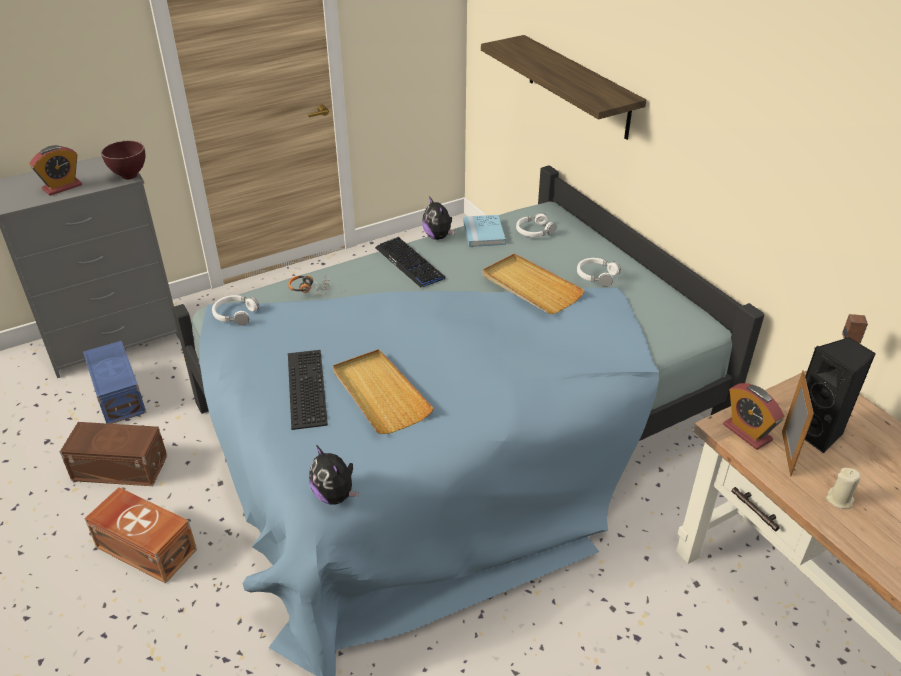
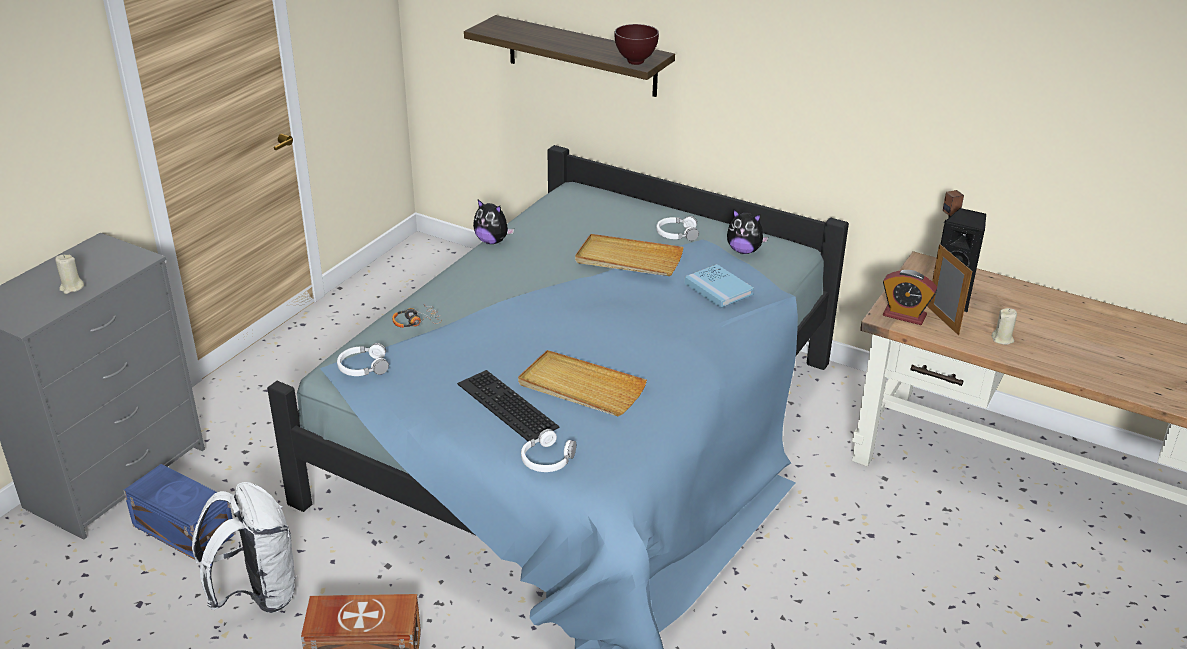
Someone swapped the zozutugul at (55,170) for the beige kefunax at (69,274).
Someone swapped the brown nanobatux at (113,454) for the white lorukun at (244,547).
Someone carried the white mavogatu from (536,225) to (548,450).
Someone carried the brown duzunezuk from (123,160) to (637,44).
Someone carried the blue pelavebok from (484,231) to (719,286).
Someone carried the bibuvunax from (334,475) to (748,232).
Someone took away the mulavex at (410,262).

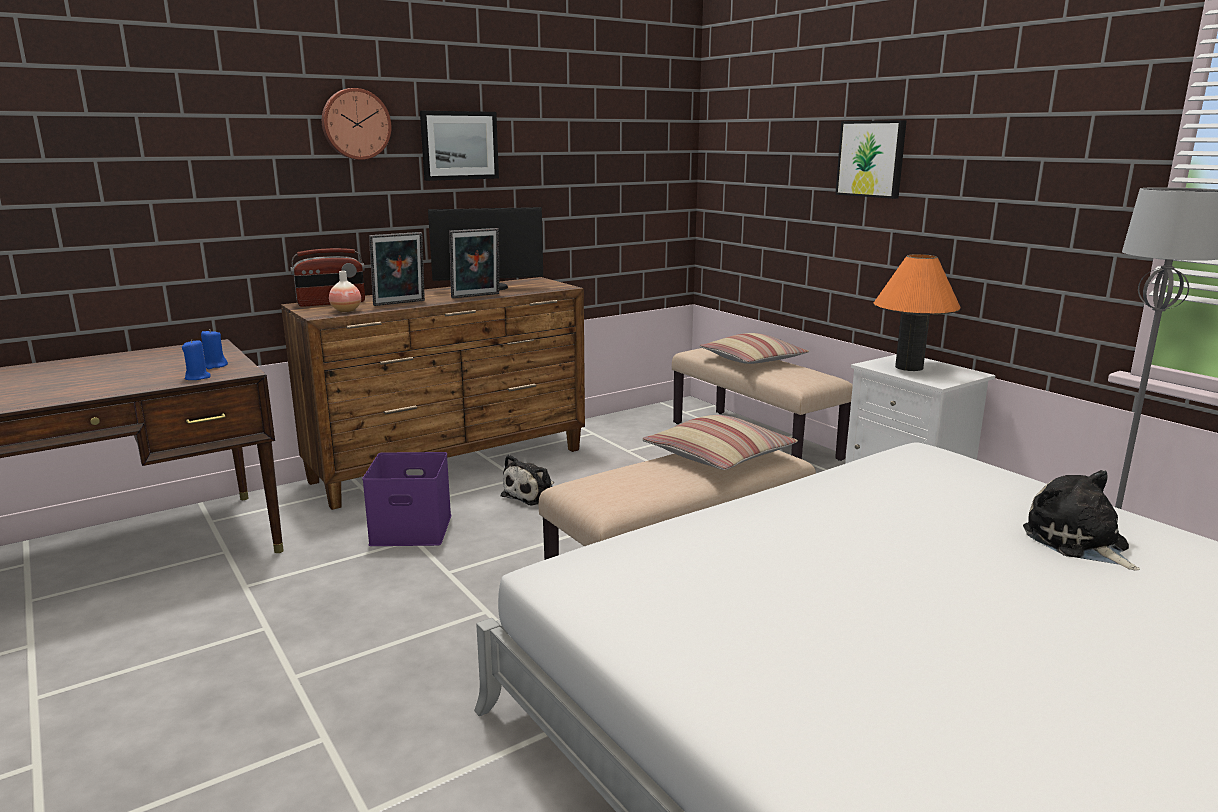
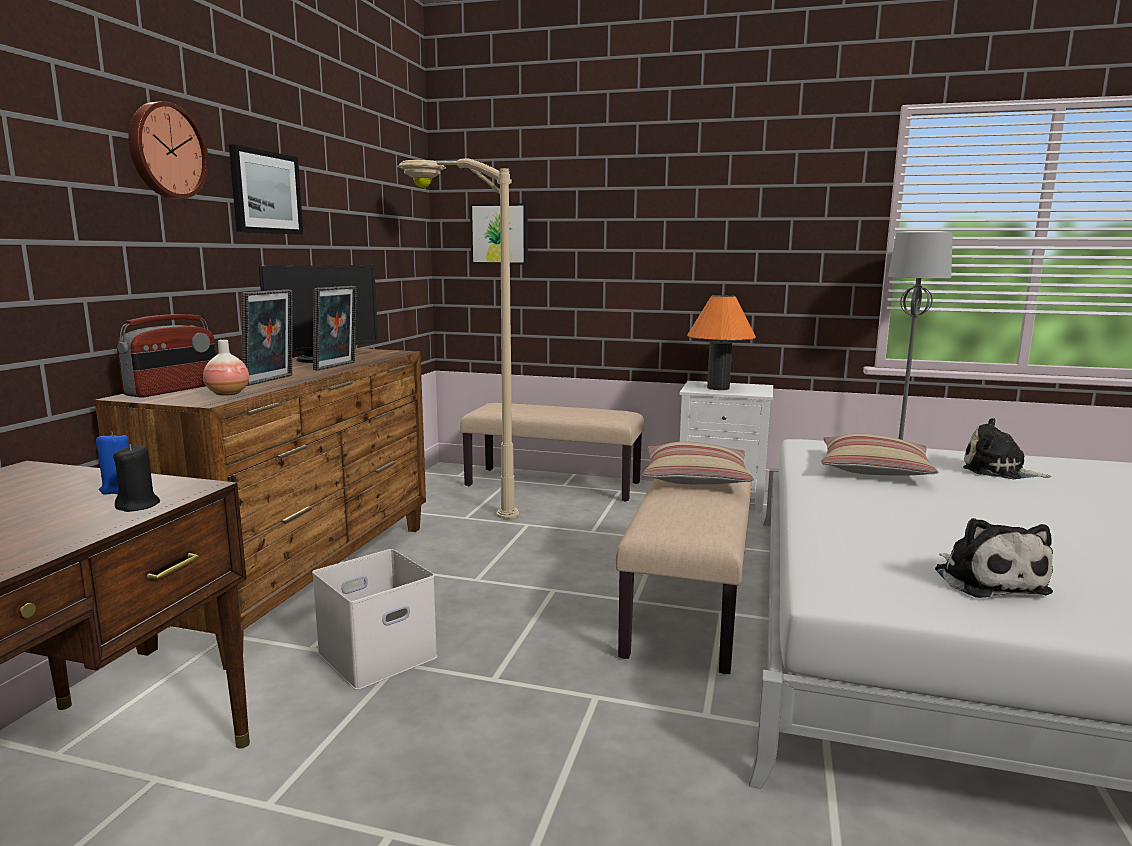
Someone repainted the blue kefunax at (196,359), which became the black kefunax at (136,478).
Someone repainted the purple nanobatux at (406,499), which became the white nanobatux at (375,619).
Someone put down the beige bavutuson at (458,338).
Someone carried the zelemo from (871,159) to (499,233).
Someone carried the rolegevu from (754,348) to (880,454).
Someone carried the bibuvunax from (527,480) to (994,558).

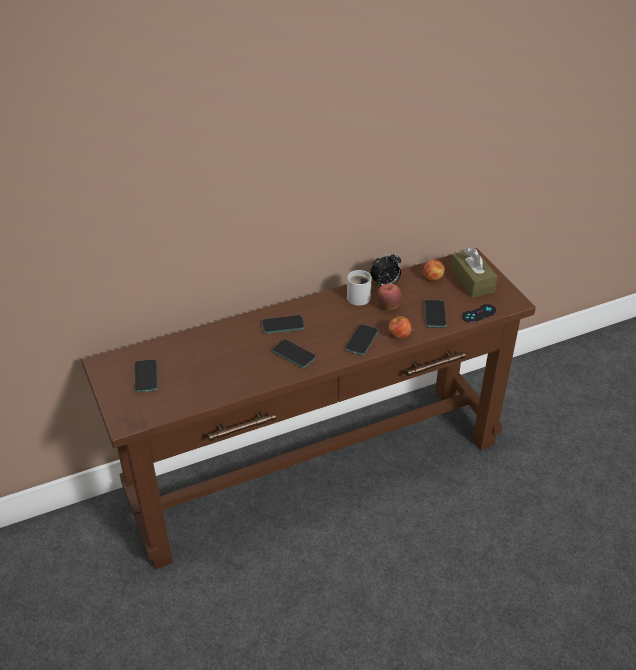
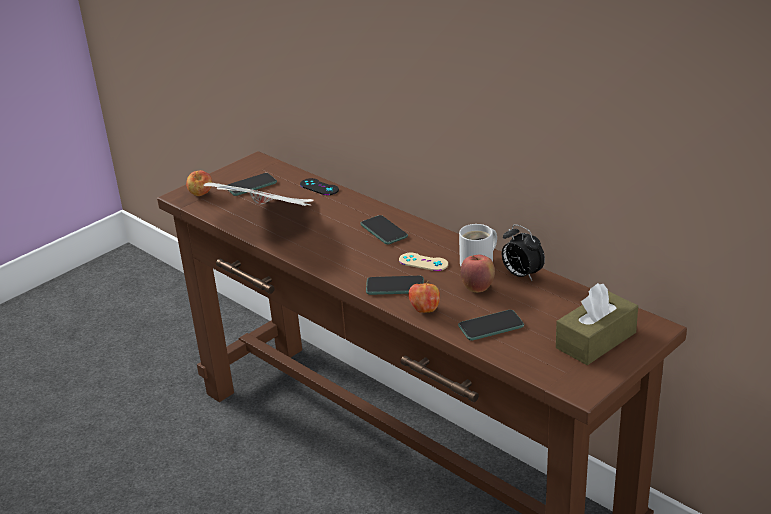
Someone carried the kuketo from (434,270) to (199,183).
Someone put down the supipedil at (258,194).
Someone carried the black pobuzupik from (479,313) to (319,186).
Someone put down the beige pobuzupik at (423,262).
Someone took away the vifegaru at (294,353).

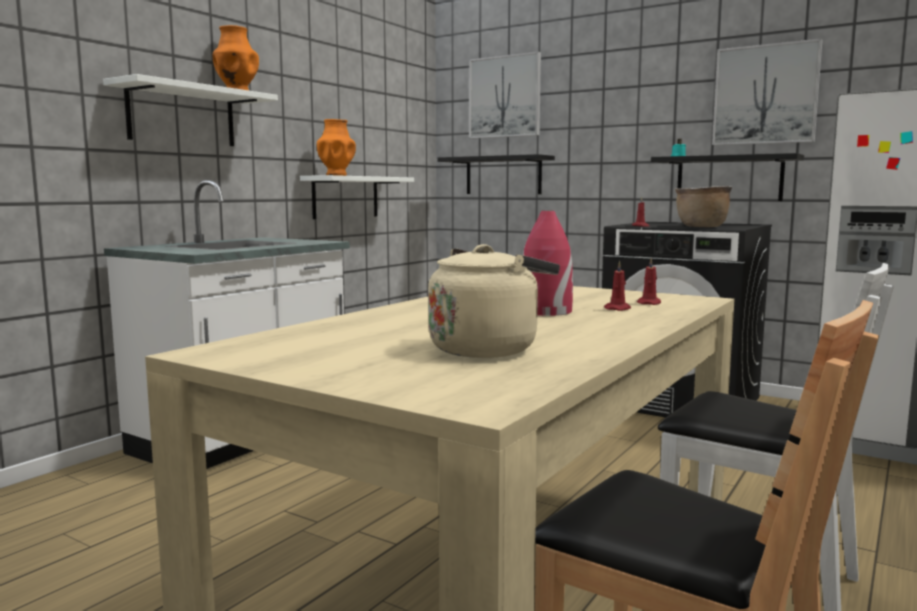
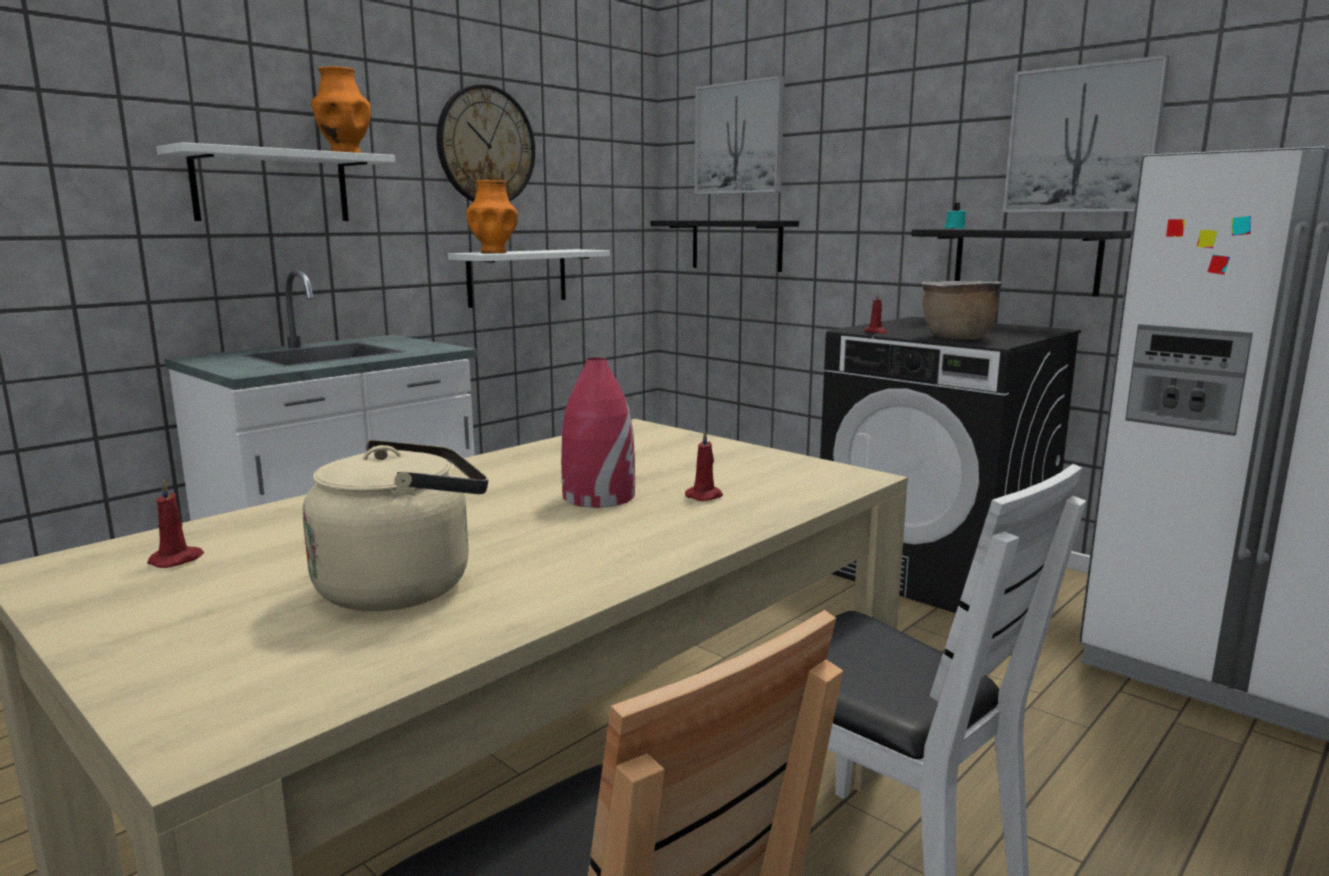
Someone carried the red kefunax from (649,281) to (175,524).
Someone put up the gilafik at (485,143).

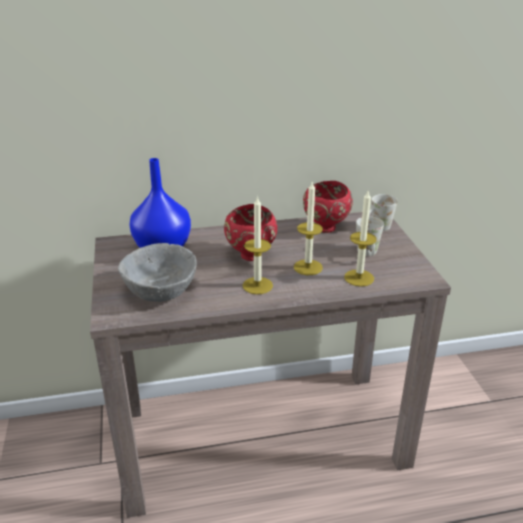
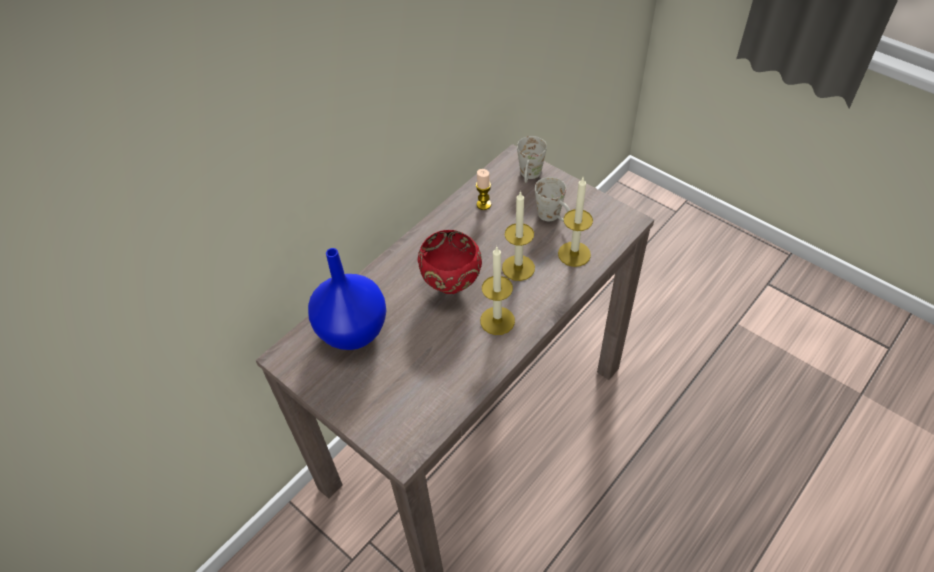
Someone swapped the red duzunezuk at (328,207) for the kefunax at (483,189).
Someone took away the grey duzunezuk at (157,272).

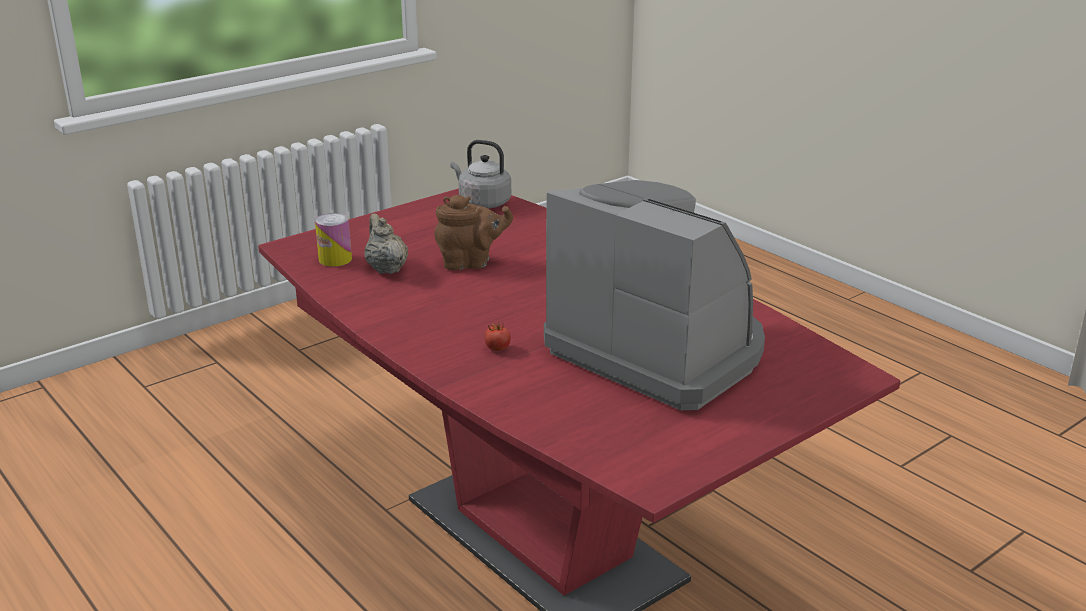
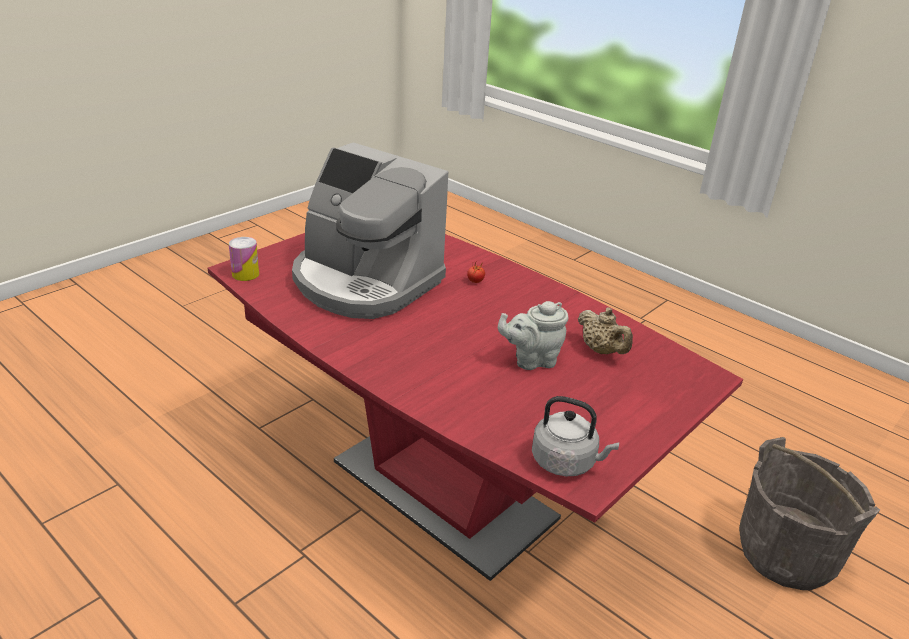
Someone carried the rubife from (333,240) to (244,259).
Someone repainted the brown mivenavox at (473,232), which became the grey mivenavox at (533,335).
Someone put down the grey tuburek at (809,513).

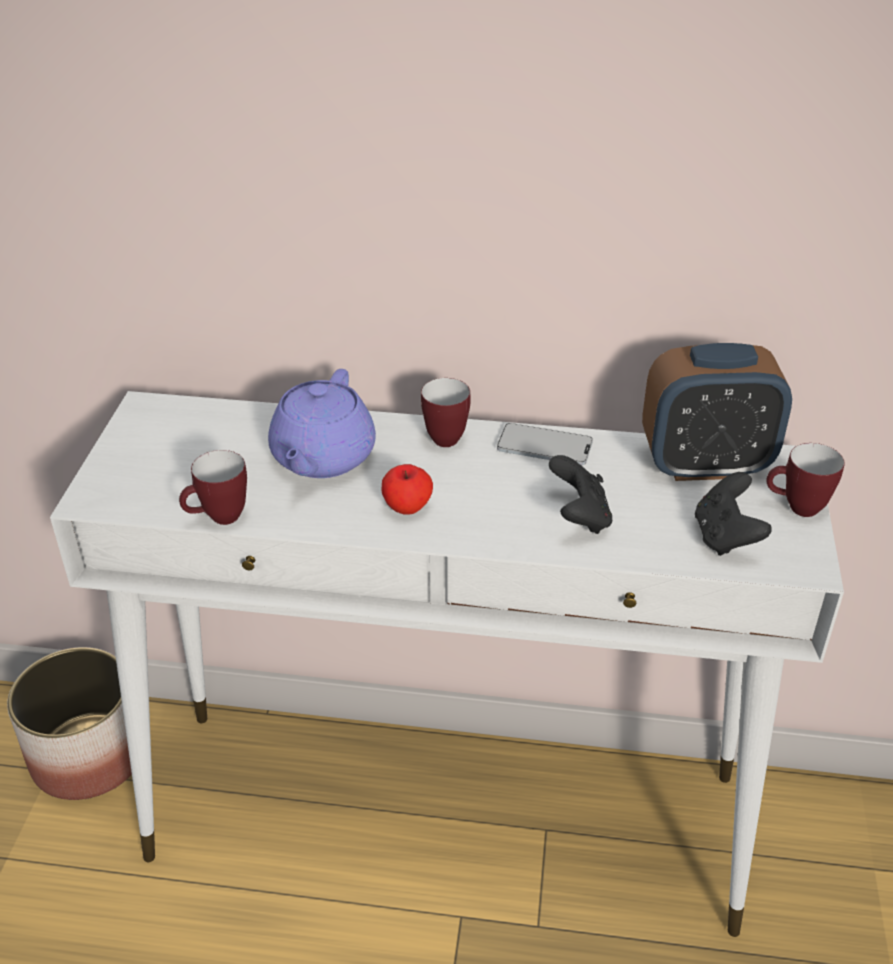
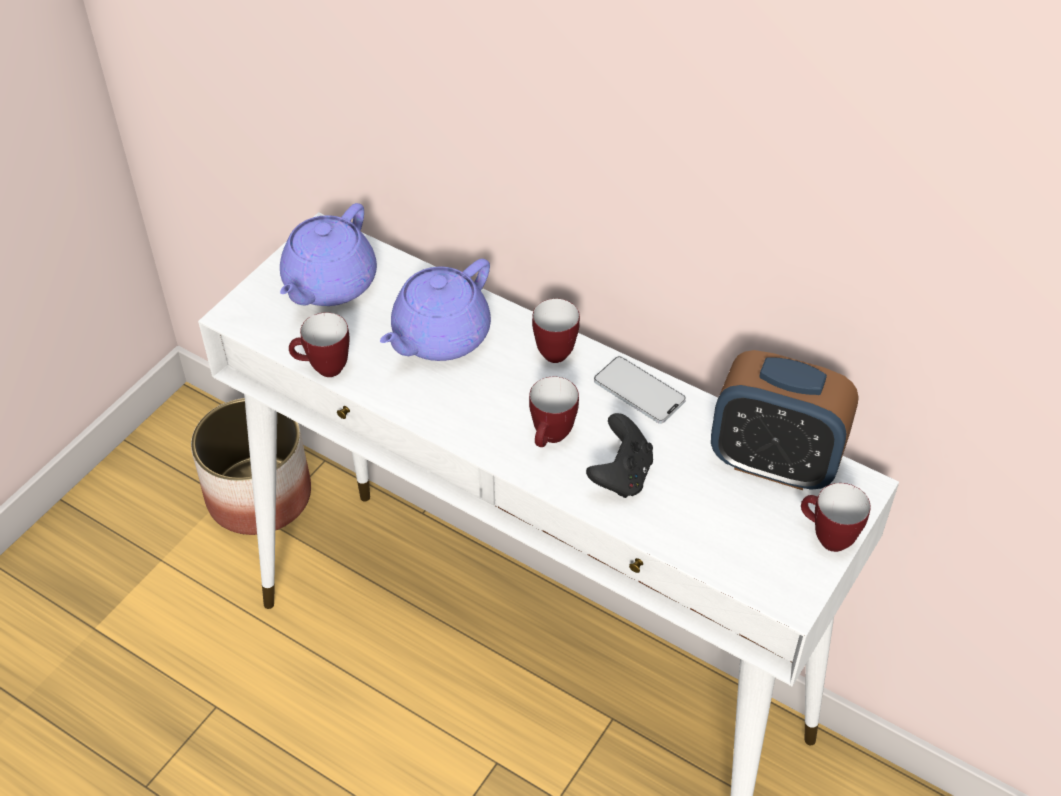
Someone put down the purple mivenavox at (328,254).
Someone put down the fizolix at (554,412).
Someone took away the kuketo at (407,489).
Someone took away the black pobuzupik at (733,514).

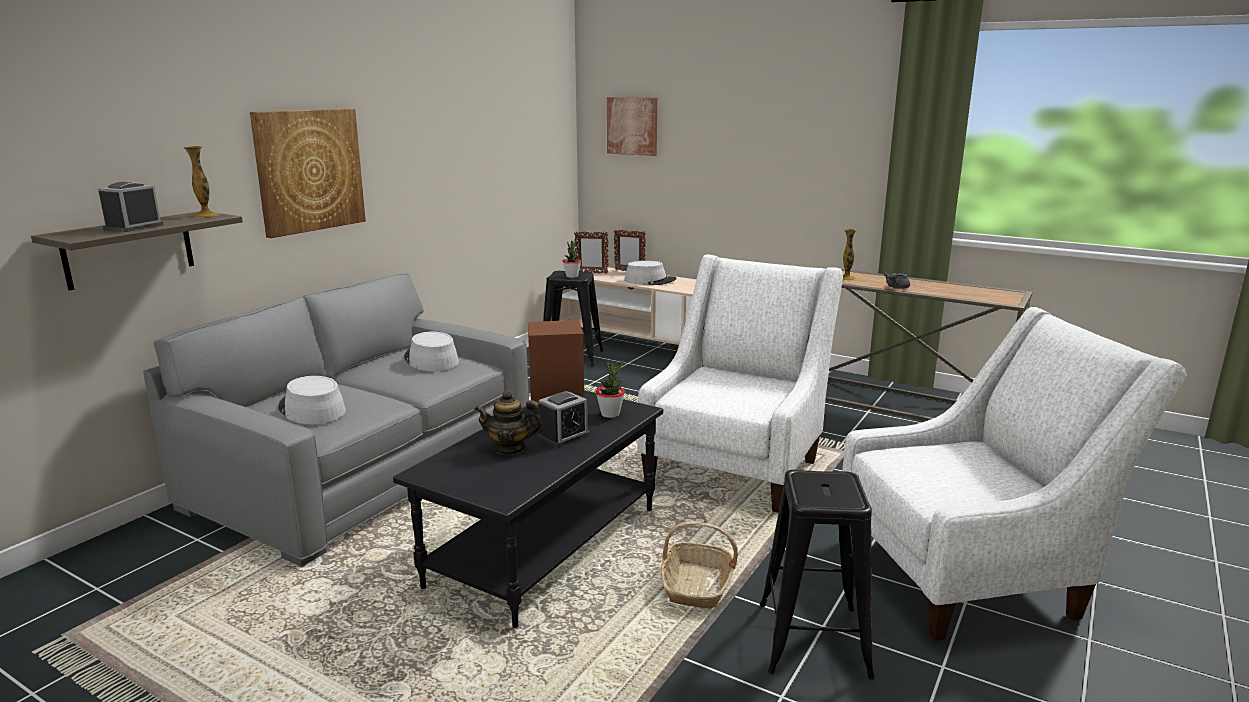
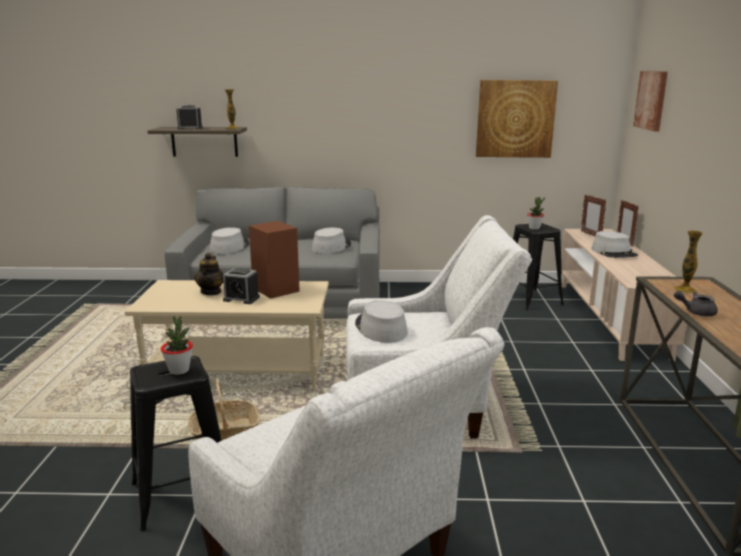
Someone repainted the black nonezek at (528,509), which became the beige nonezek at (226,335).
Someone carried the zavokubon from (610,389) to (177,345).
Someone rotated the mivenavox at (509,423) by 150 degrees counterclockwise.
Someone put down the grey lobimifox at (381,321).
Someone carried the zelemo from (308,173) to (517,119).

